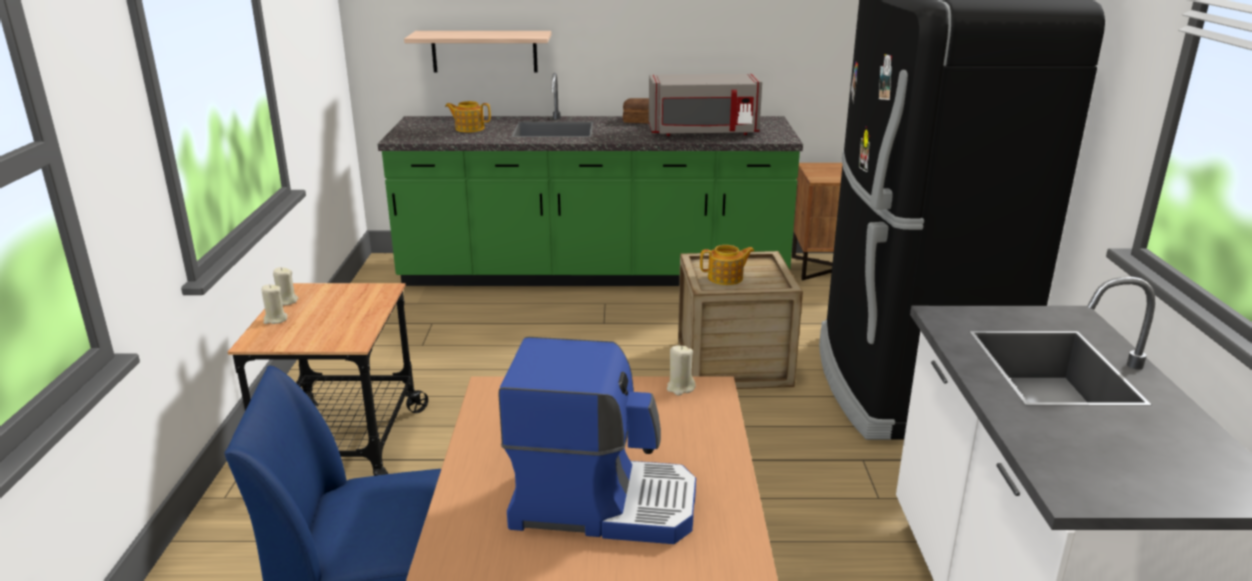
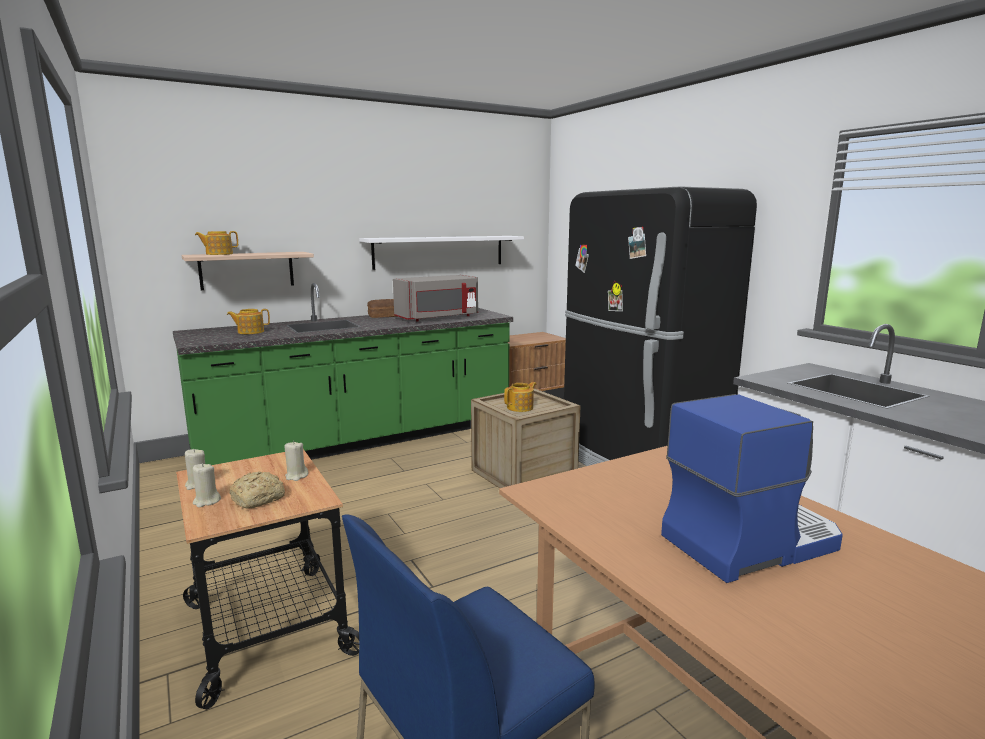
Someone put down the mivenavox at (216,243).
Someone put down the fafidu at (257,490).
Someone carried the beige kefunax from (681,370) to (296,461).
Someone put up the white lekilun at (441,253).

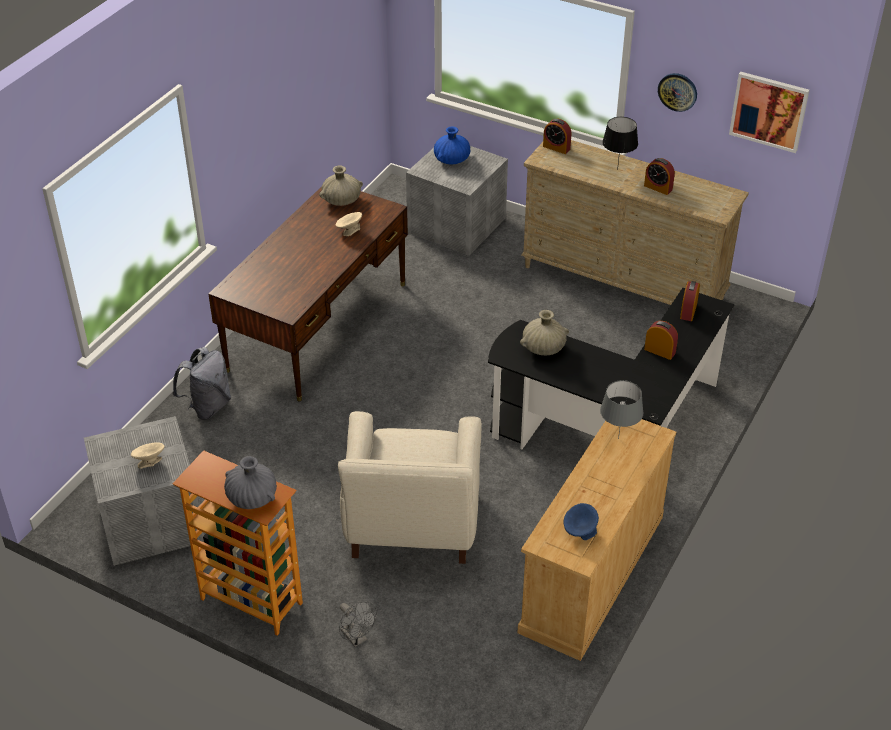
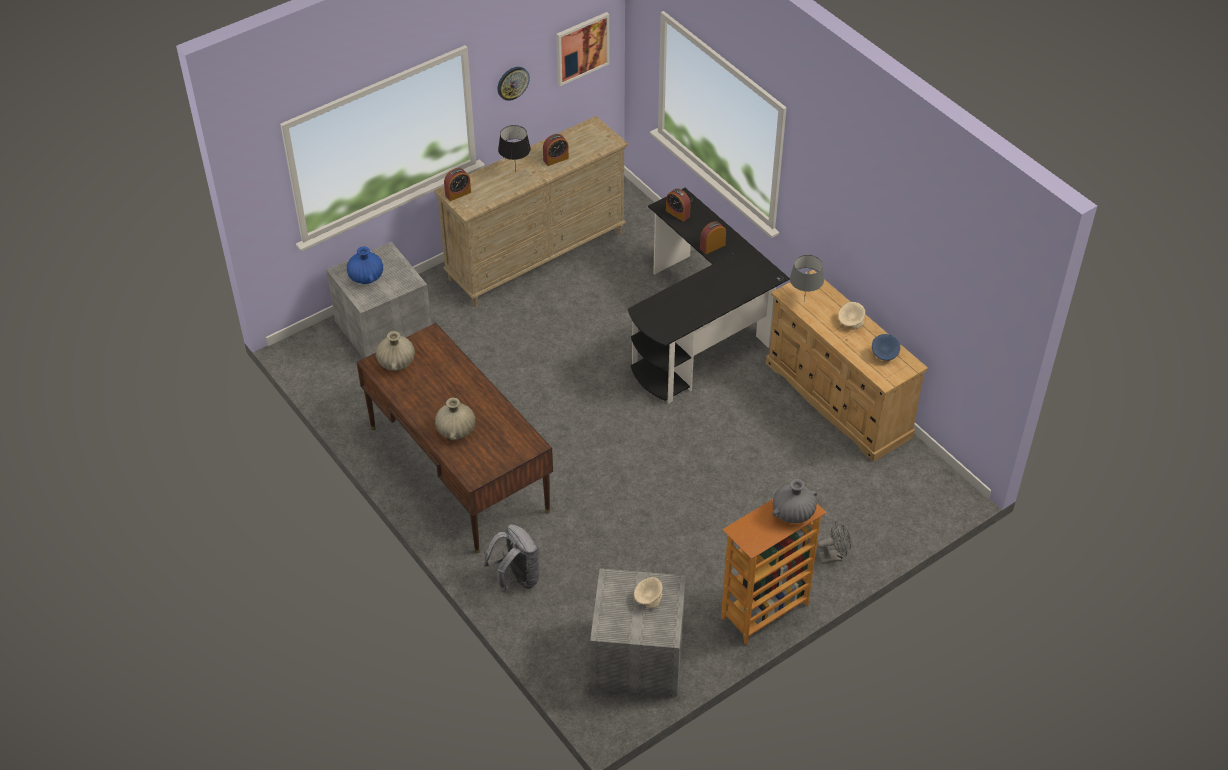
Someone carried the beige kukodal from (544,332) to (455,419).
Someone carried the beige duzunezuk from (349,224) to (851,315).
Someone took away the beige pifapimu at (410,487).

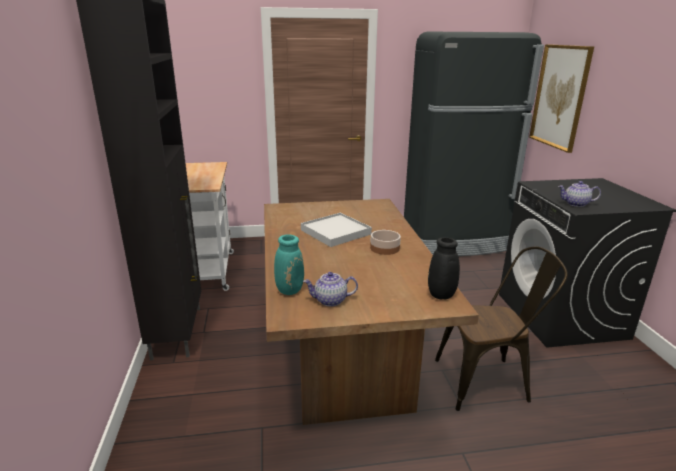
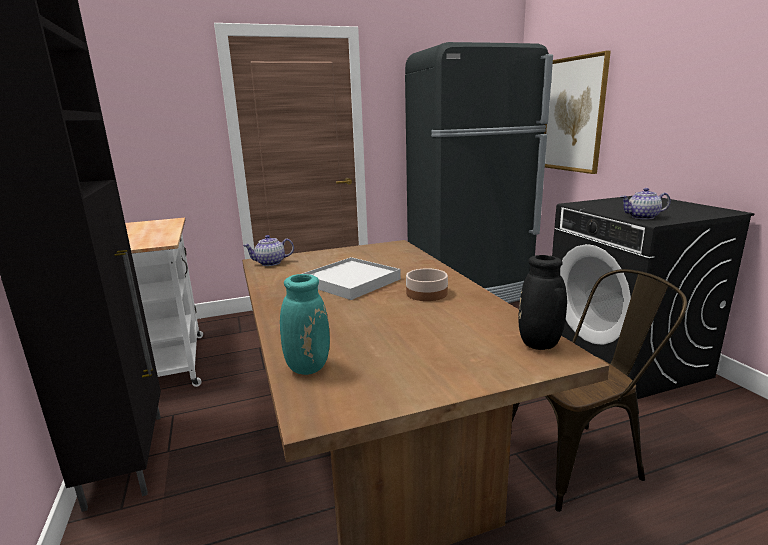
Someone carried the mivenavox from (330,289) to (268,250).

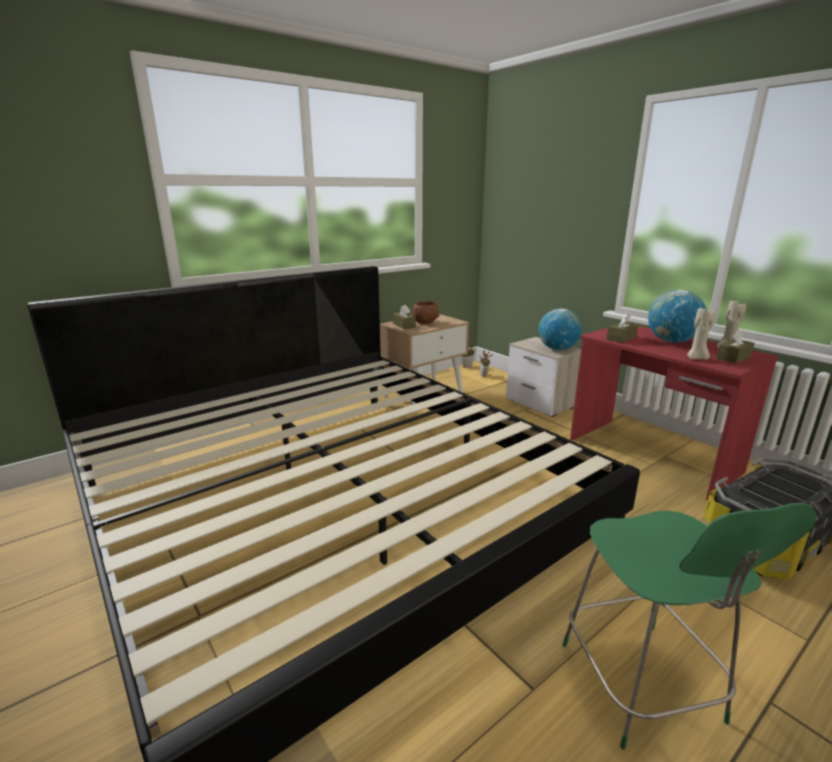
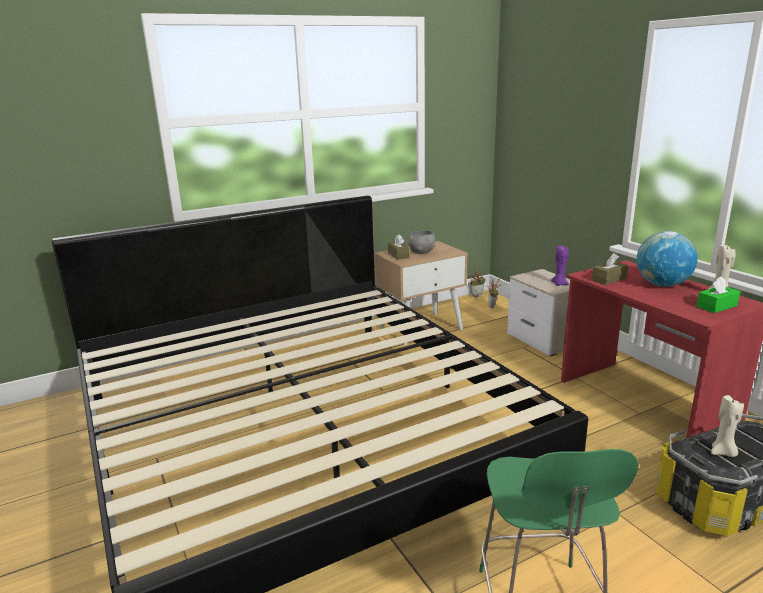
Someone repainted the brown duzunezuk at (425,312), which became the grey duzunezuk at (422,242).
Someone swapped the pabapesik at (560,329) for the purple kefunax at (560,265).
Someone repainted the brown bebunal at (735,346), which became the green bebunal at (718,294).
Someone carried the beige kefunax from (701,333) to (727,426).

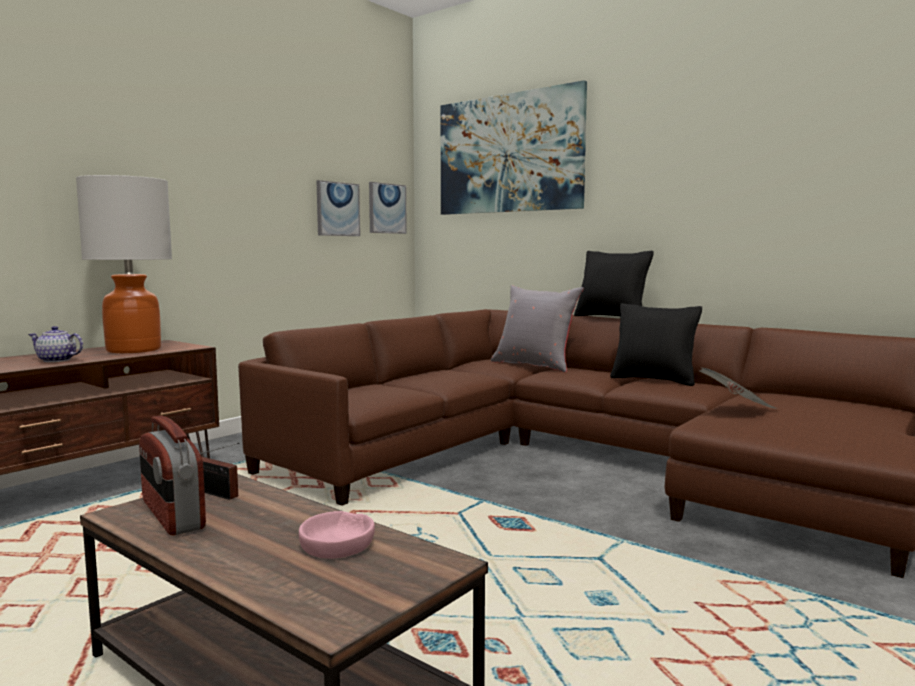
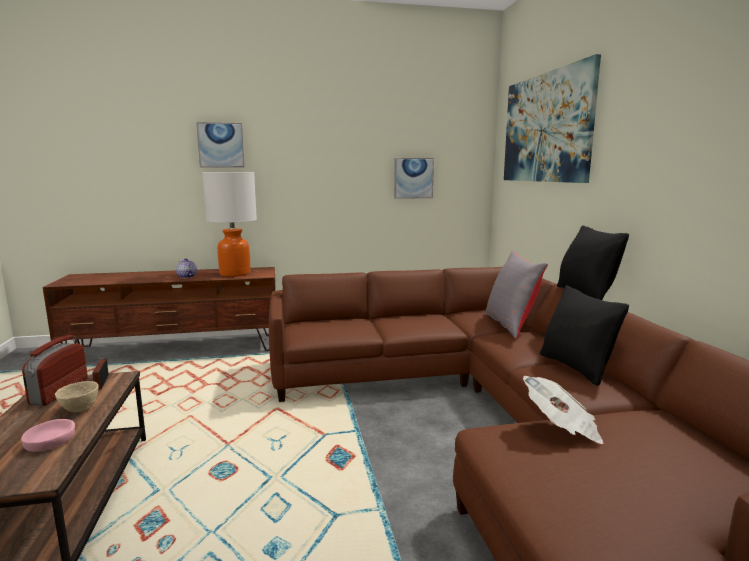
Someone put down the beige duzunezuk at (77,396).
Someone carried the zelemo from (388,208) to (220,144).

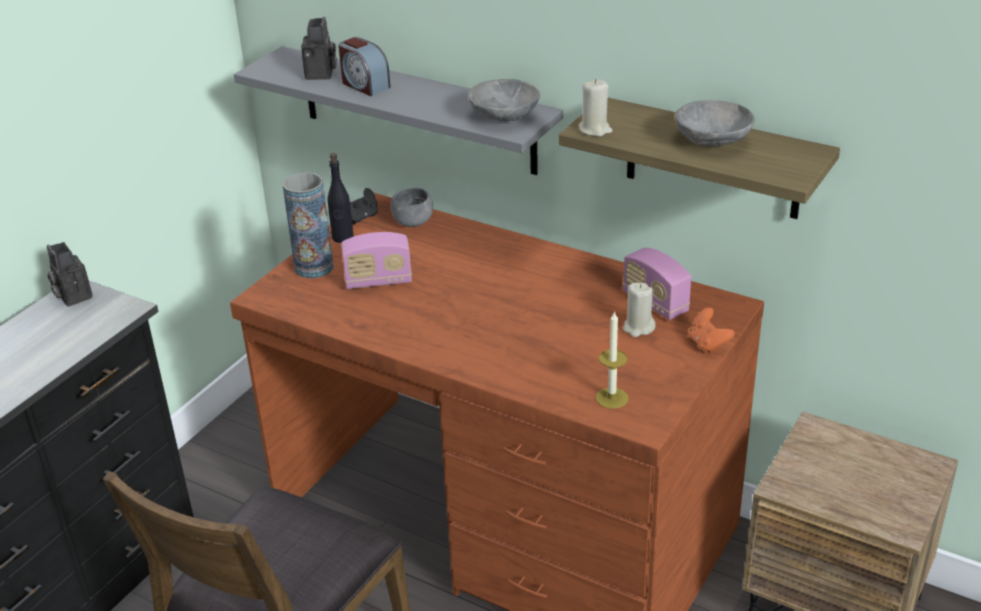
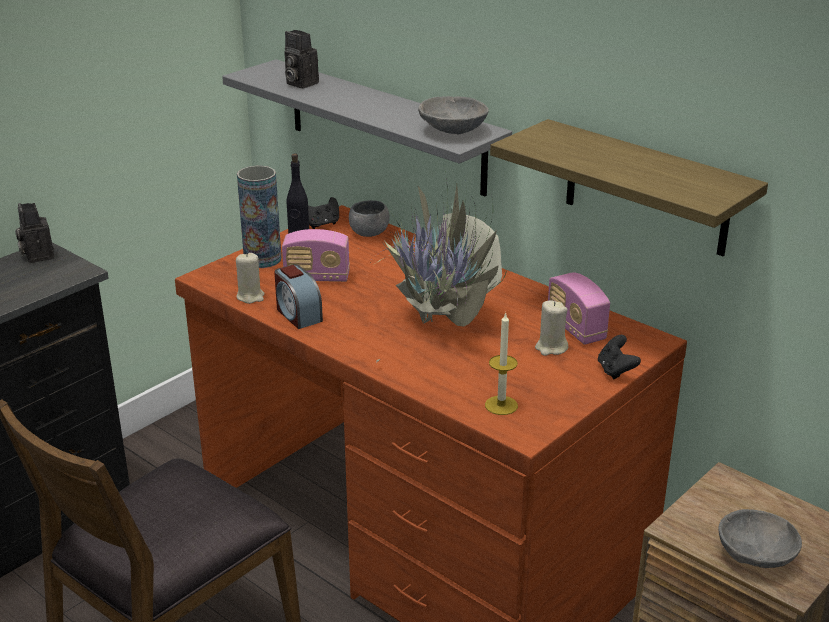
Someone carried the beige kefunax from (596,108) to (250,278).
Someone carried the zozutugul from (364,66) to (298,297).
Someone rotated the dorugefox at (319,48) by 120 degrees clockwise.
Someone put down the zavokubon at (427,267).
Someone repainted the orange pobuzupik at (712,331), which became the black pobuzupik at (619,357).
Someone carried the grey duzunezuk from (715,123) to (760,538).

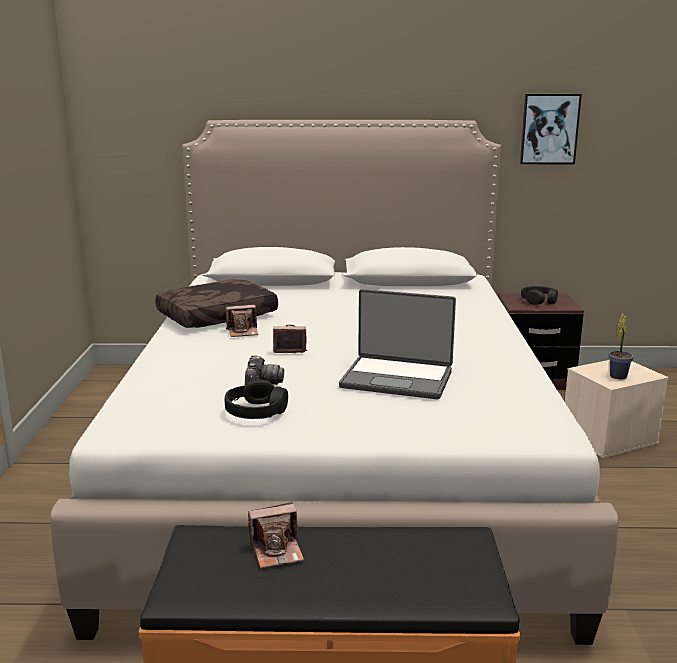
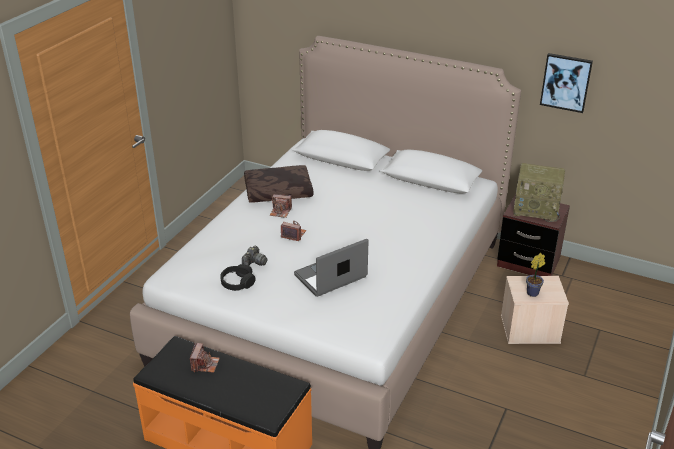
Someone rotated the dorugefox at (276,535) by 90 degrees counterclockwise.
Someone rotated the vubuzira at (397,344) by 105 degrees clockwise.
Someone swapped the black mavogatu at (539,295) for the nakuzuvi at (539,192).

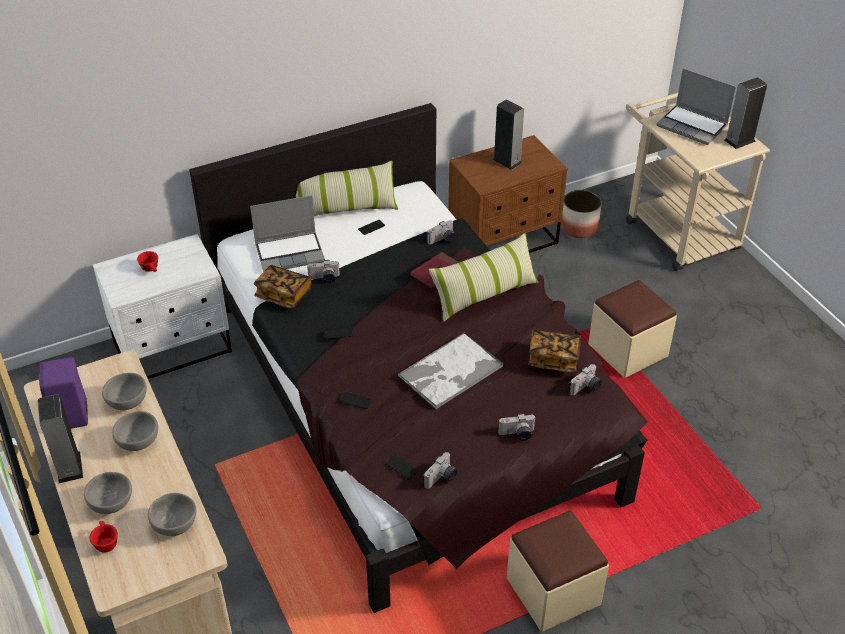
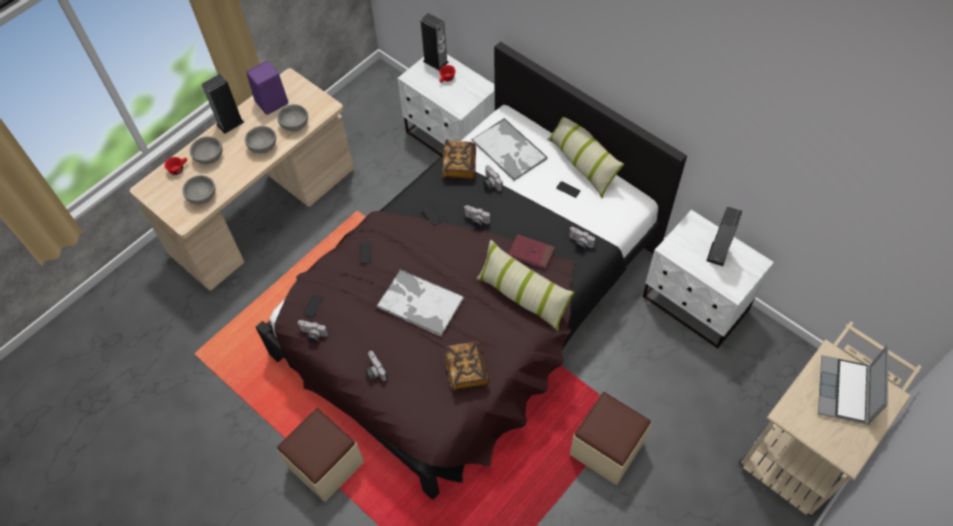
Someone carried the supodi from (745,113) to (434,41).
Someone carried the dorugefox from (585,379) to (477,216).
Someone swapped the vubuzira at (287,233) for the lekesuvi at (509,149).
Someone repainted the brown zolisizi at (507,194), which became the white zolisizi at (708,279).
Someone took away the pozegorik at (581,214).

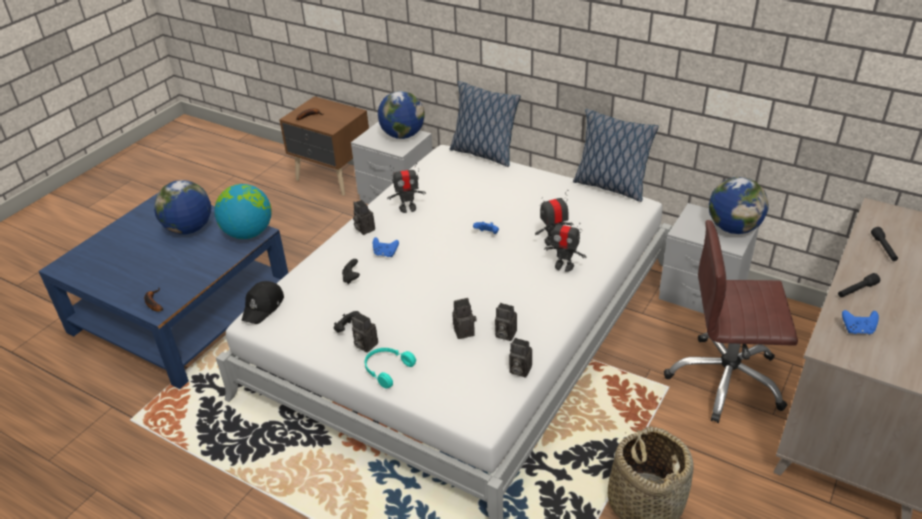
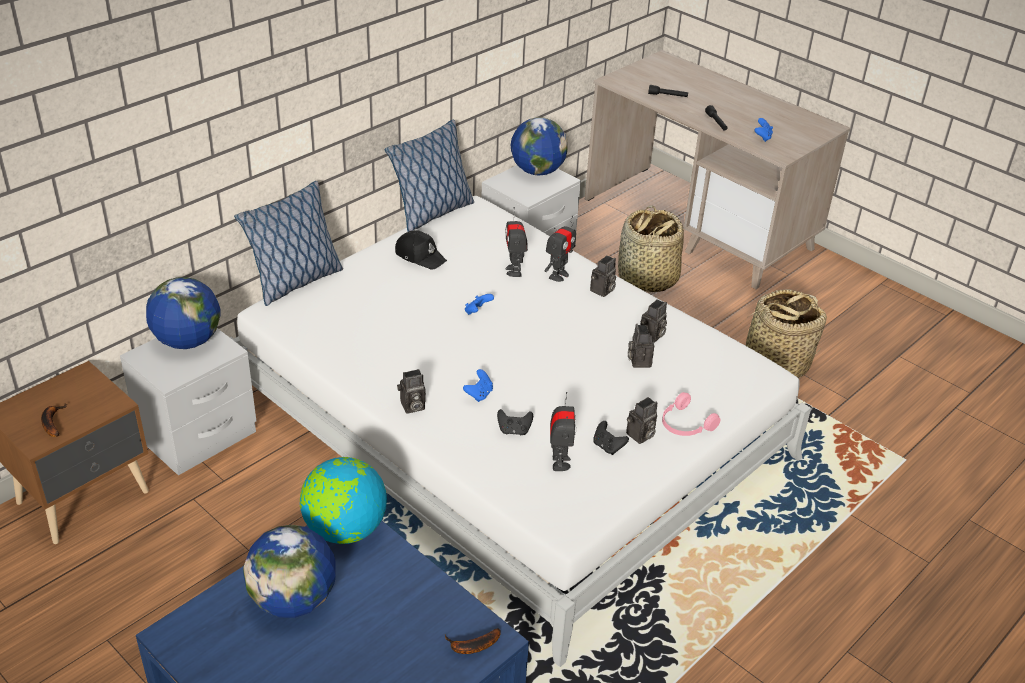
Someone carried the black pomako from (263,302) to (421,249).
Someone carried the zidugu from (406,188) to (563,431).
Someone carried the dorugefox from (520,358) to (603,276).
Someone swapped the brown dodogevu at (731,321) for the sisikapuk at (651,248).
Someone repainted the turquoise mavogatu at (390,368), which became the pink mavogatu at (691,414).

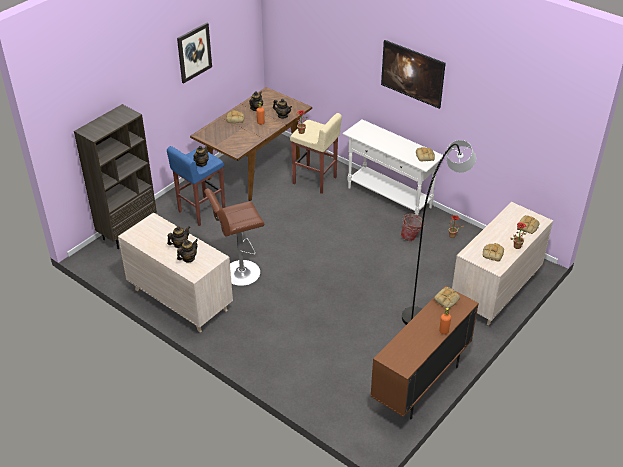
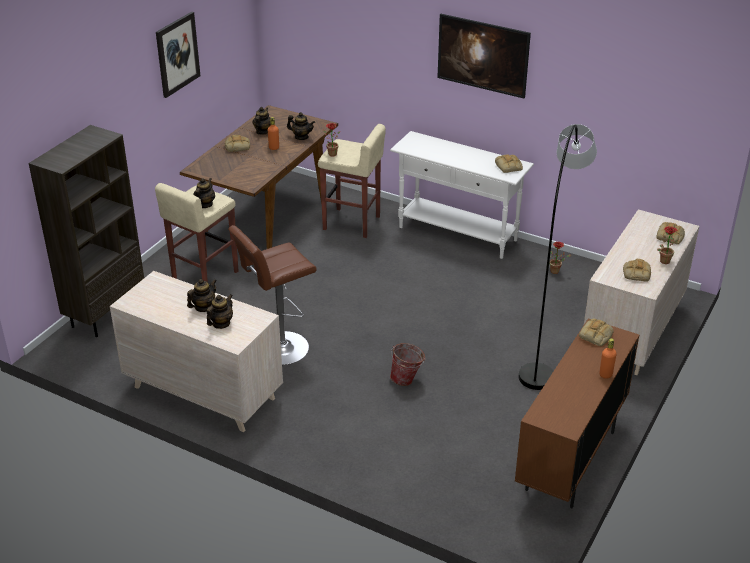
Someone repainted the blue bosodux at (196,186), which became the beige bosodux at (196,232).
Someone carried the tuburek from (413,227) to (408,364).

